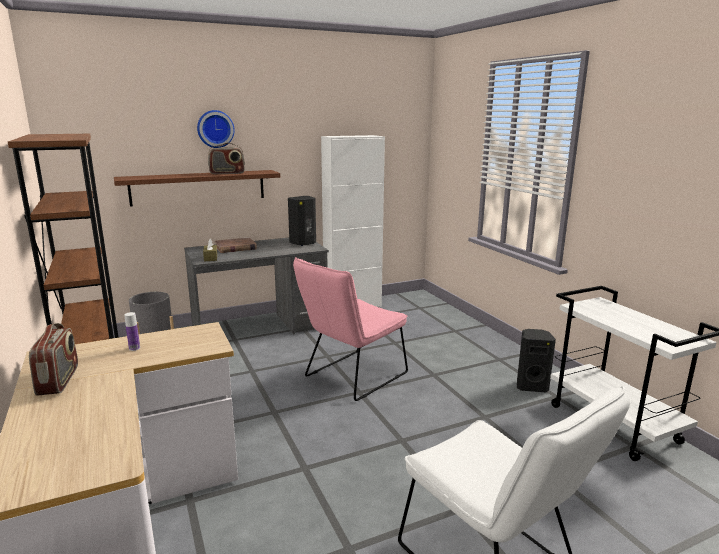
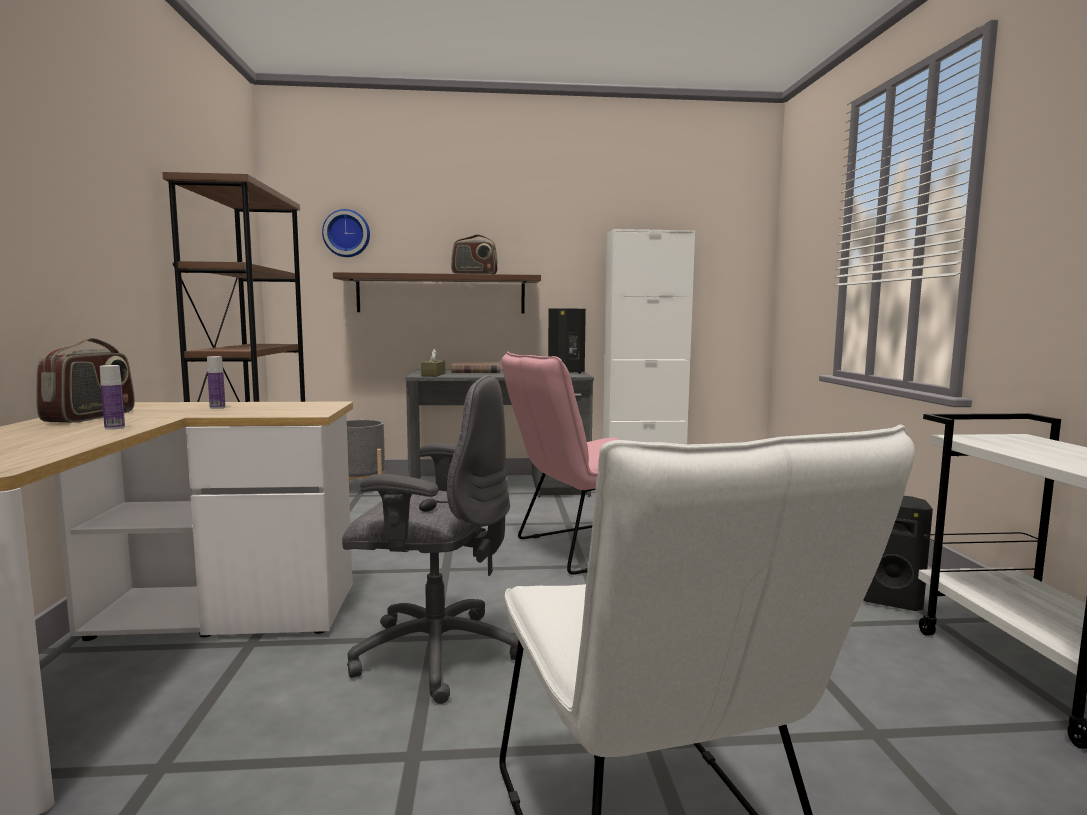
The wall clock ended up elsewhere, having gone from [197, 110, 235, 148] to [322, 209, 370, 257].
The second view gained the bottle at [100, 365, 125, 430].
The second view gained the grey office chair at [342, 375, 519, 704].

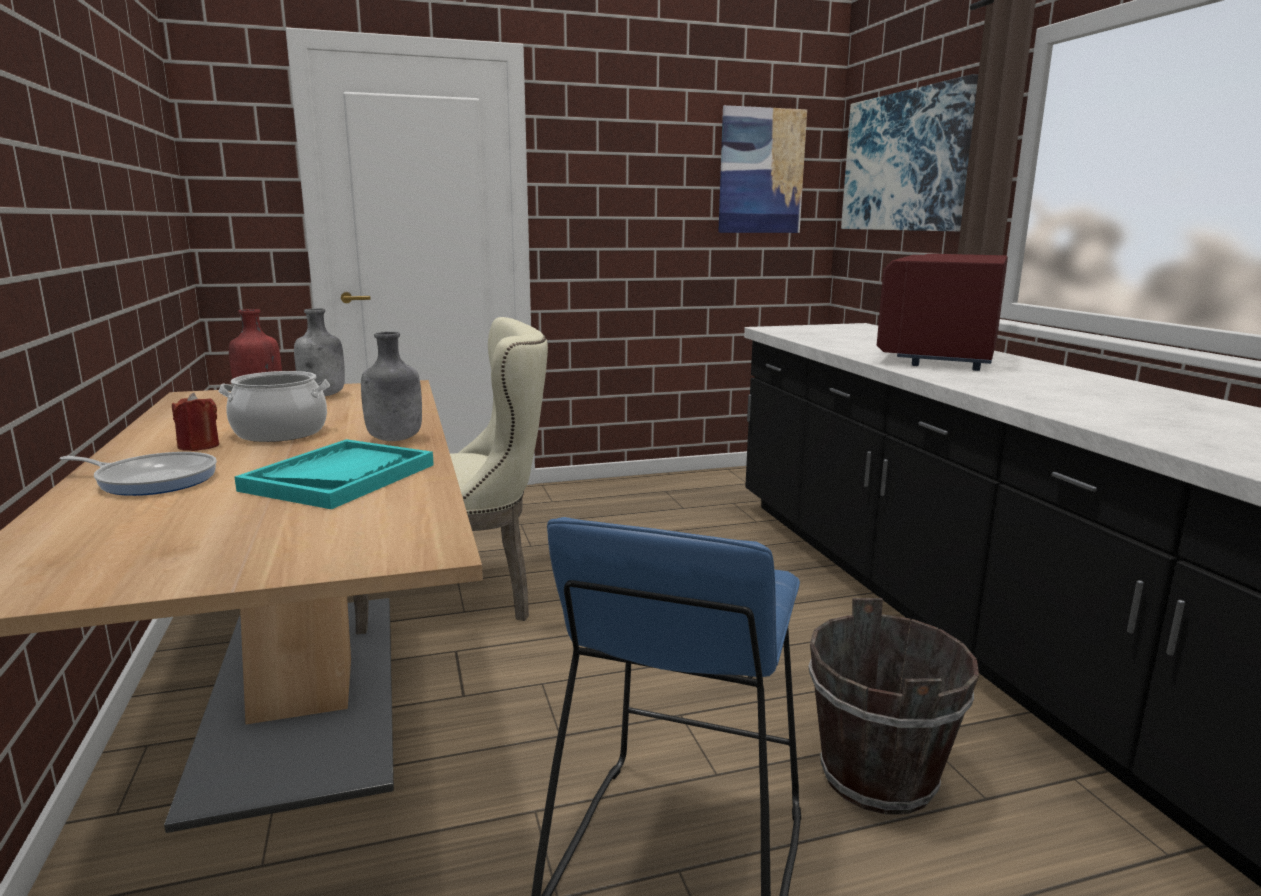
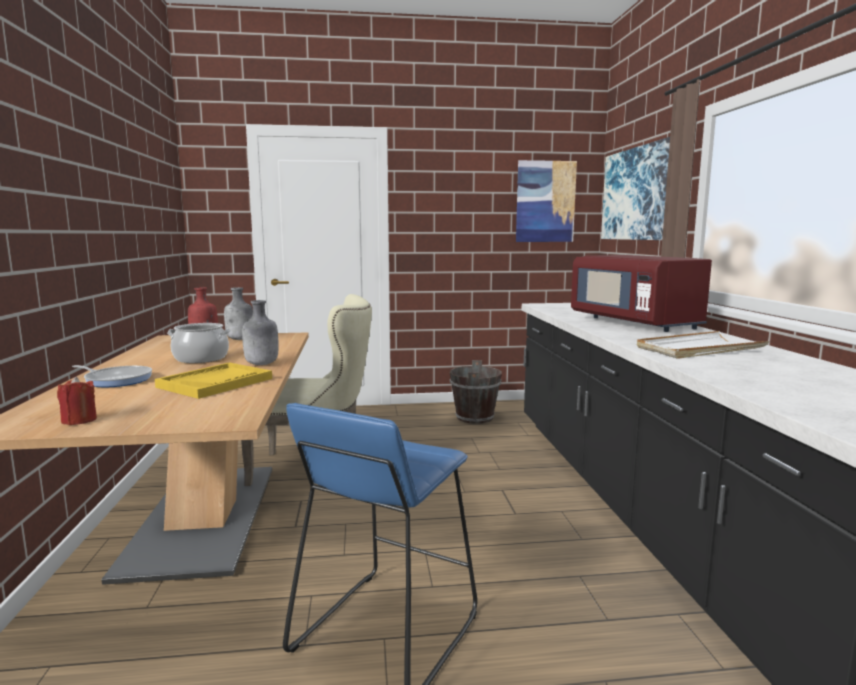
The red microwave at [877, 254, 1008, 371] ended up facing another way, 60 degrees counterclockwise from before.
The red candle ended up elsewhere, having gone from [172, 393, 219, 451] to [57, 376, 97, 425].
What was the turquoise tray at [235, 439, 434, 509] turned into the yellow tray at [155, 362, 272, 399].
The brown bucket ended up elsewhere, having gone from [808, 598, 979, 815] to [450, 360, 502, 424].
The second view gained the white tray at [637, 331, 769, 359].

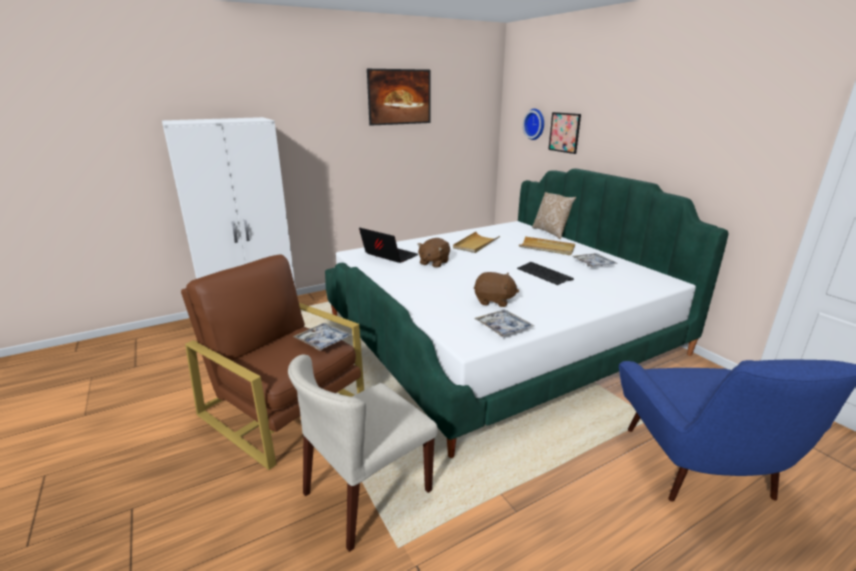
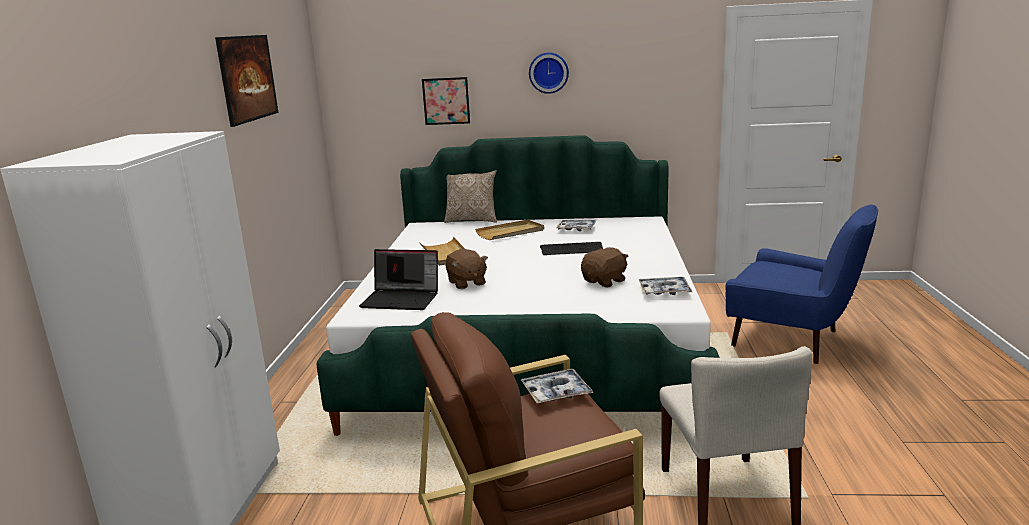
The wall clock ended up elsewhere, having gone from [523, 109, 544, 140] to [529, 52, 569, 94].
The laptop at [359, 228, 418, 263] ended up facing another way, 150 degrees counterclockwise from before.

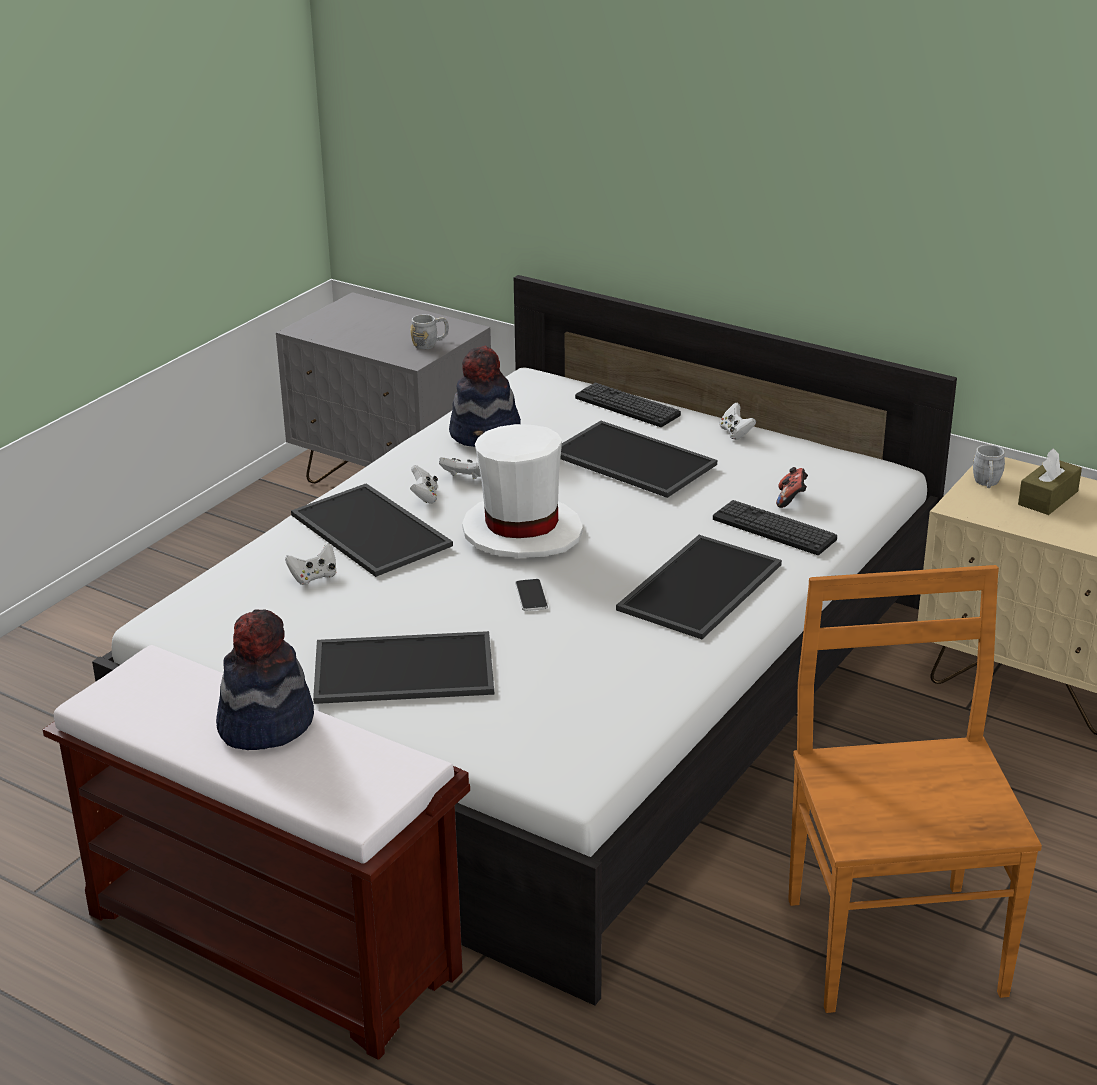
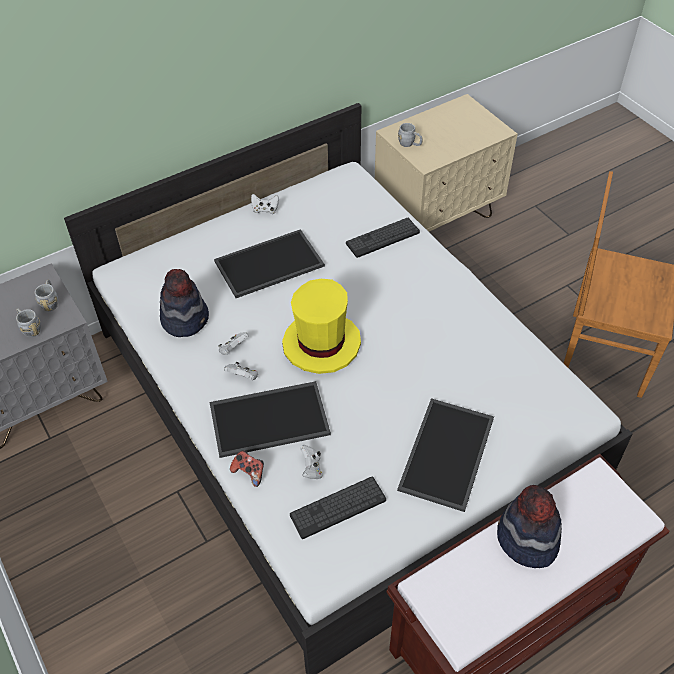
The keyboard ended up elsewhere, having gone from [575, 383, 681, 427] to [290, 477, 386, 539].
What was the white hat at [462, 424, 583, 558] turned into the yellow hat at [282, 279, 361, 374].
The second view lost the brown tissue box at [1018, 448, 1082, 515].
The game controller ended up elsewhere, having gone from [776, 467, 808, 508] to [230, 450, 264, 487].
The second view lost the tray at [616, 535, 782, 639].
The second view lost the phone at [515, 579, 548, 611].
The second view gained the grey mug at [16, 308, 41, 337].

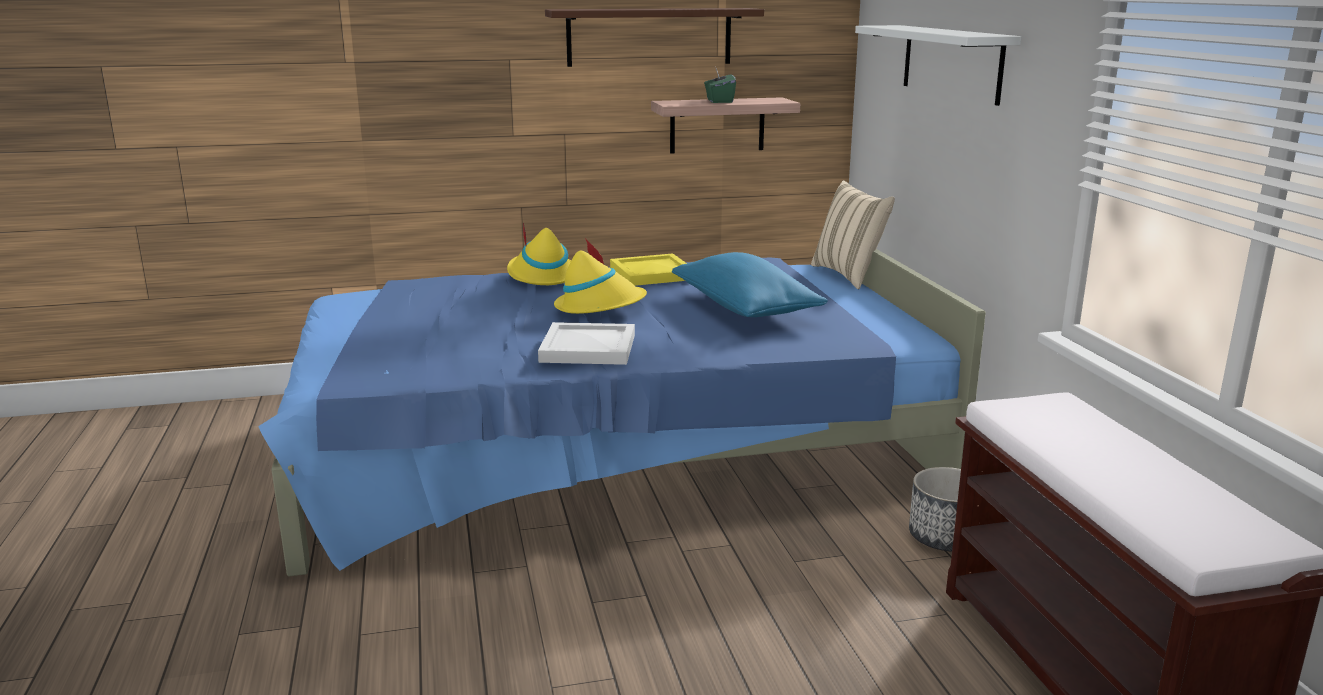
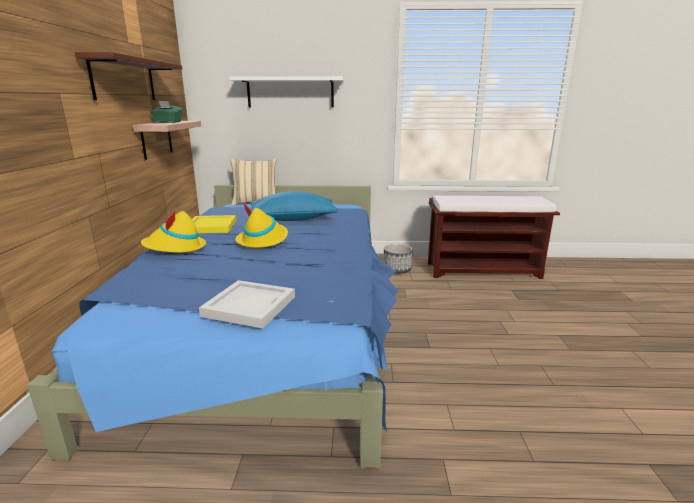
The white tray ended up elsewhere, having gone from [538, 322, 635, 365] to [199, 280, 295, 328].

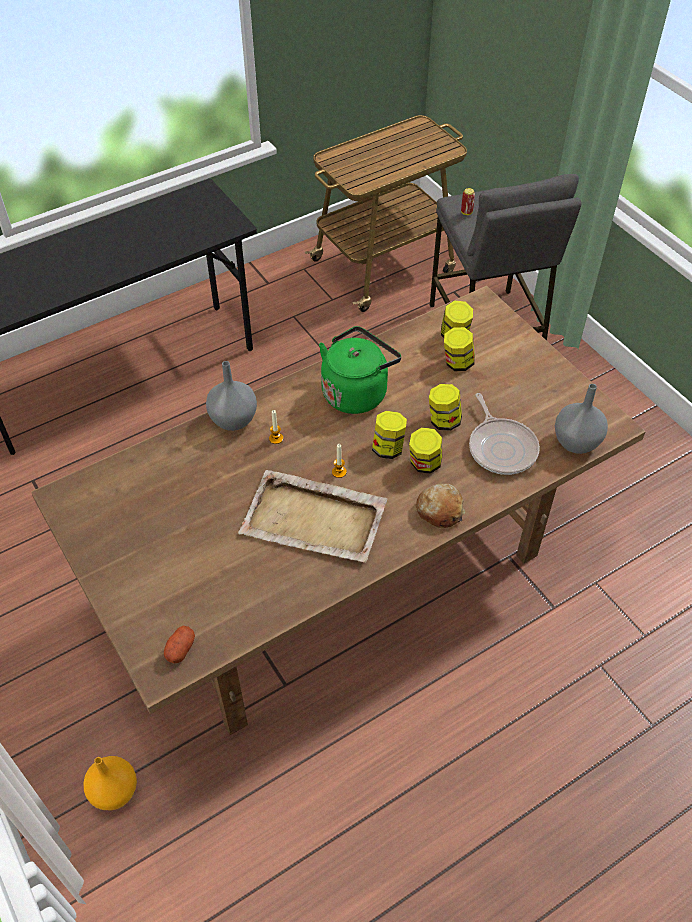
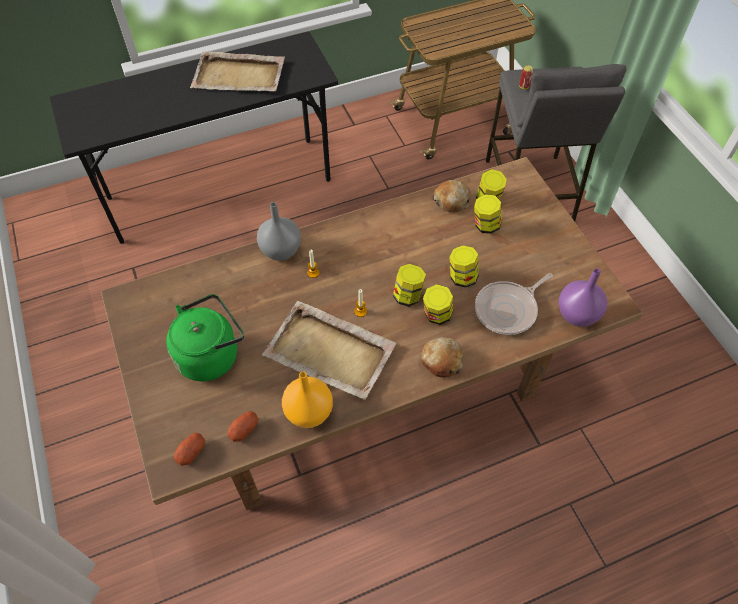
The green kettle ended up elsewhere, having gone from [319, 326, 401, 414] to [166, 294, 244, 381].
What was the grey vase at [555, 384, 608, 454] turned into the purple vase at [559, 268, 607, 327].
The frying pan at [469, 393, 540, 475] ended up facing another way, 60 degrees clockwise from before.
The orange vase ended up elsewhere, having gone from [84, 756, 137, 810] to [282, 371, 333, 428].
The second view gained the beige tray at [190, 52, 285, 91].
The second view gained the bread at [432, 180, 470, 213].
The second view gained the potato at [227, 411, 258, 442].

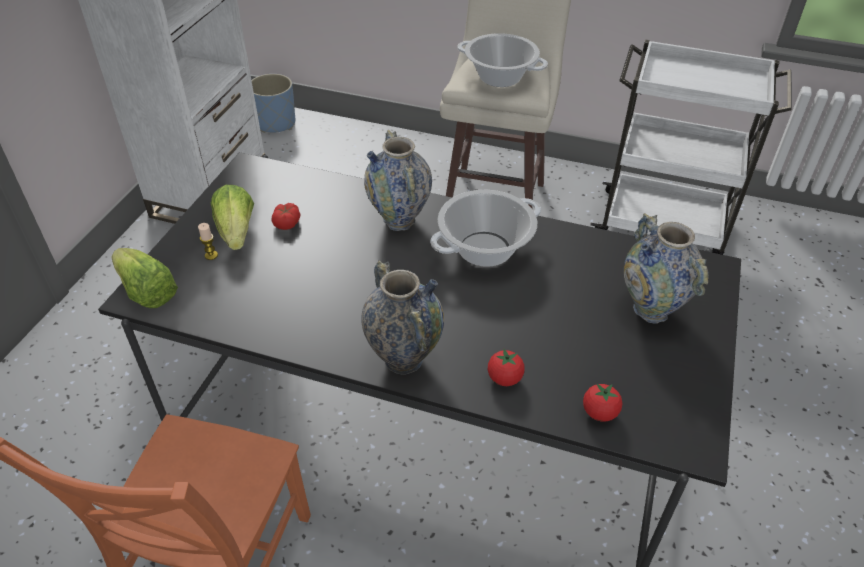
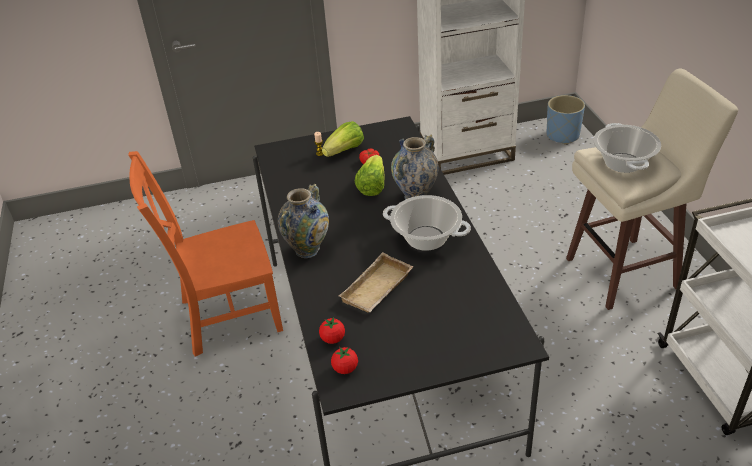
The second view lost the vase at [624, 213, 709, 324].
The lettuce ended up elsewhere, having gone from [112, 248, 178, 308] to [355, 155, 384, 196].
The tomato ended up elsewhere, having gone from [488, 349, 525, 386] to [331, 347, 358, 374].
The second view gained the beige tray at [339, 252, 413, 313].

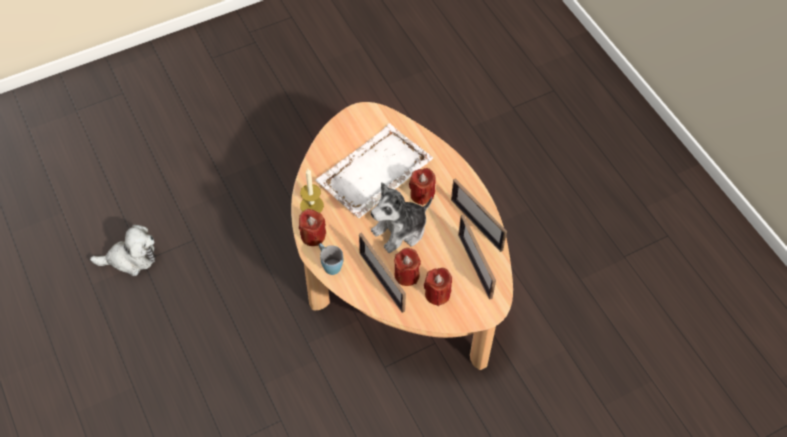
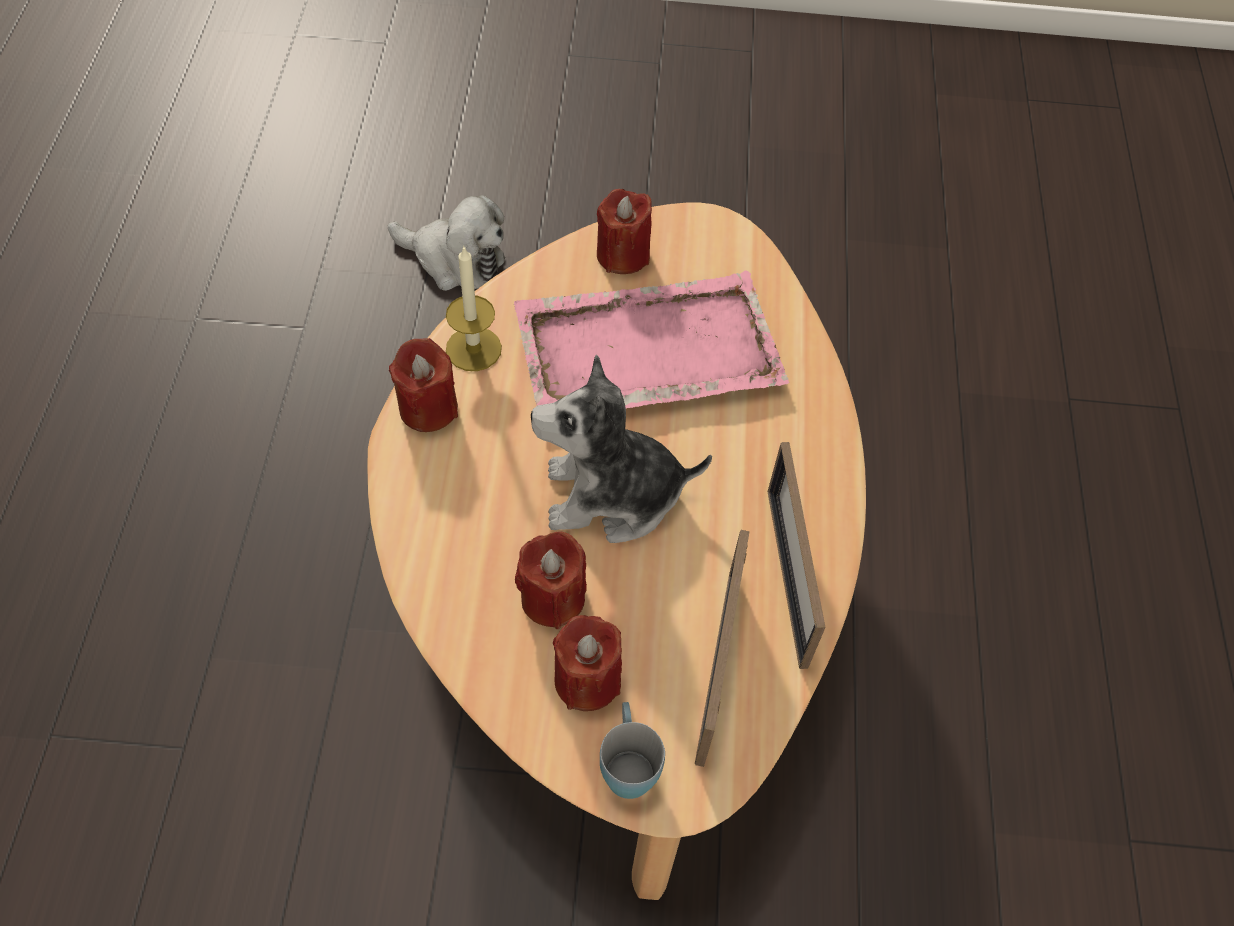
What was the white tray at [315, 123, 433, 218] turned into the pink tray at [514, 270, 789, 408].
The red candle ended up elsewhere, having gone from [409, 168, 436, 205] to [597, 189, 652, 274].
The plush toy ended up elsewhere, having gone from [90, 225, 155, 276] to [388, 195, 505, 291].
The second view lost the picture frame at [359, 233, 406, 313].
The blue mug ended up elsewhere, having gone from [319, 243, 343, 275] to [600, 702, 665, 799].

